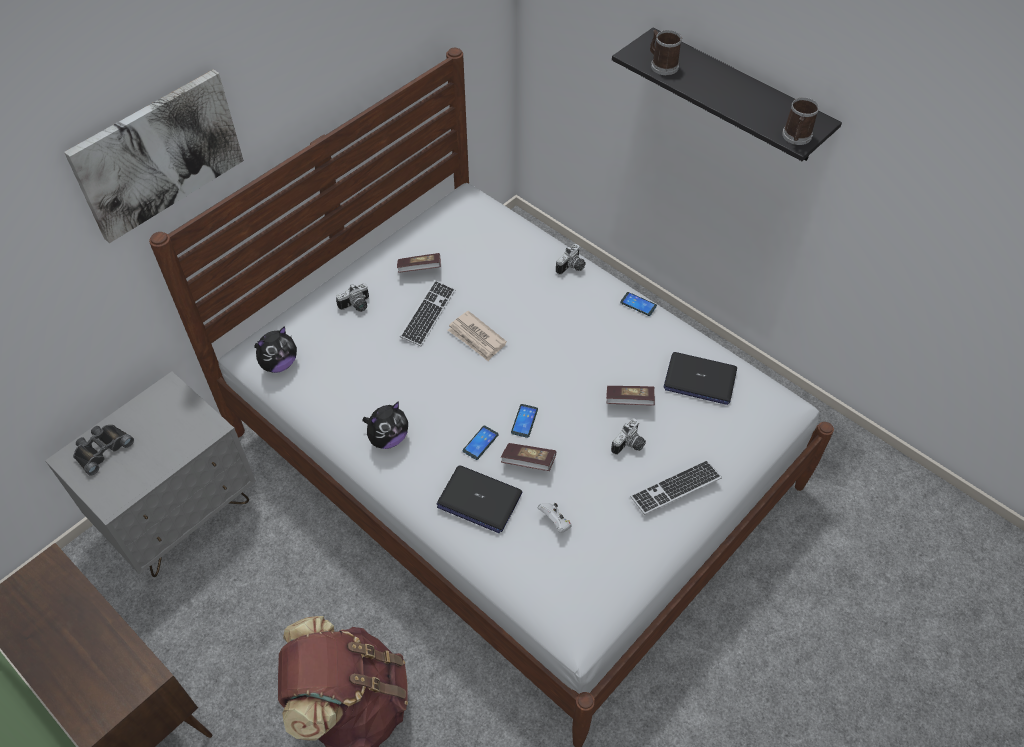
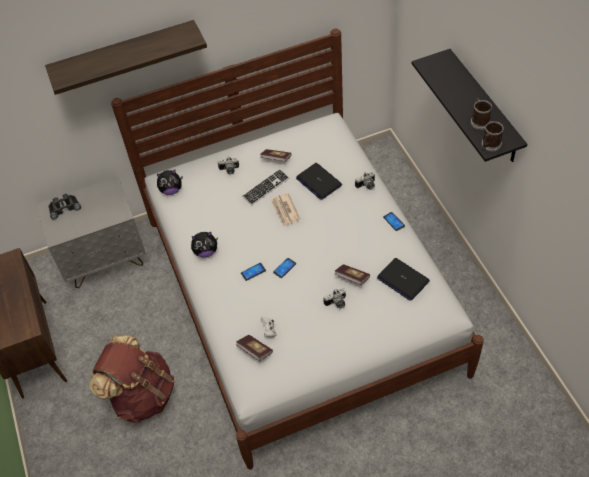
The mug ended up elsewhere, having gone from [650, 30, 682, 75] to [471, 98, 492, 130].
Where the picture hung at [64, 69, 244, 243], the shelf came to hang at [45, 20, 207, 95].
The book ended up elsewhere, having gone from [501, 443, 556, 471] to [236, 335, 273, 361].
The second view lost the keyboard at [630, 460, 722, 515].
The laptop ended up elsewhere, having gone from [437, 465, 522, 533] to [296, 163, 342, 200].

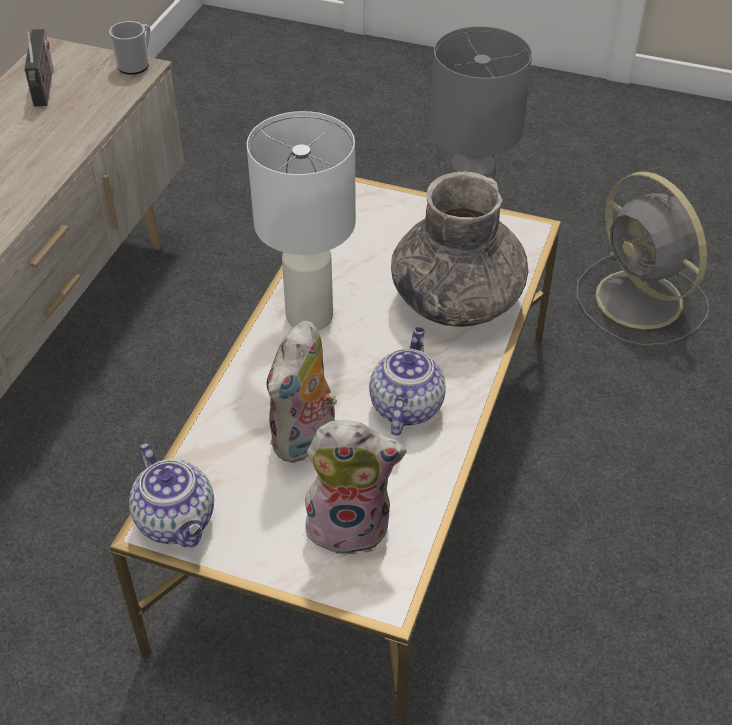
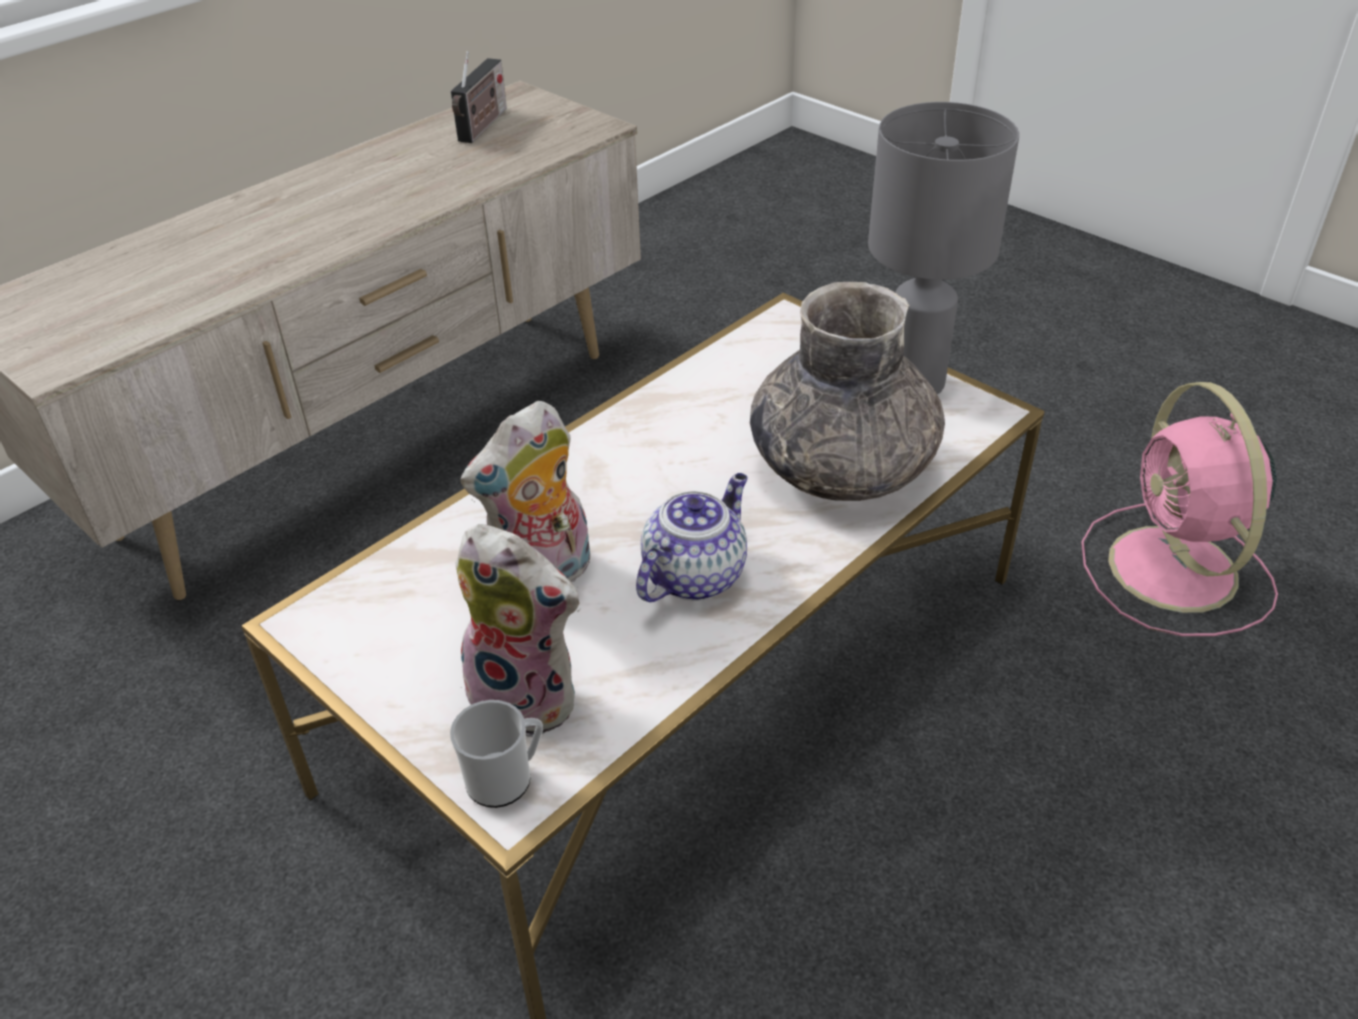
The mug ended up elsewhere, having gone from [109, 21, 150, 75] to [450, 700, 543, 808].
The second view lost the white table lamp at [247, 111, 356, 331].
What was the grey fan at [576, 172, 709, 346] turned into the pink fan at [1081, 382, 1278, 636].
The second view lost the teapot at [129, 443, 214, 548].

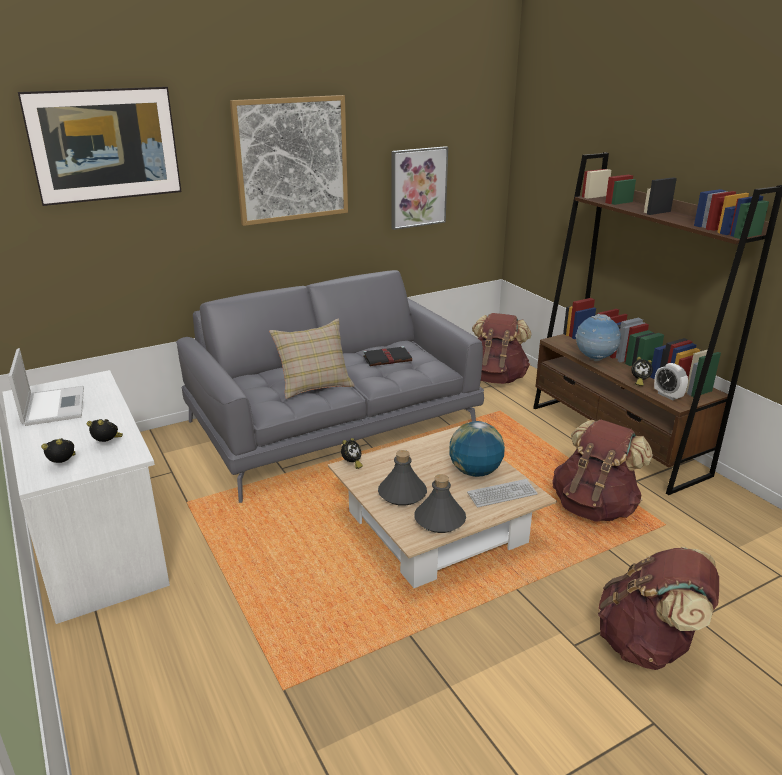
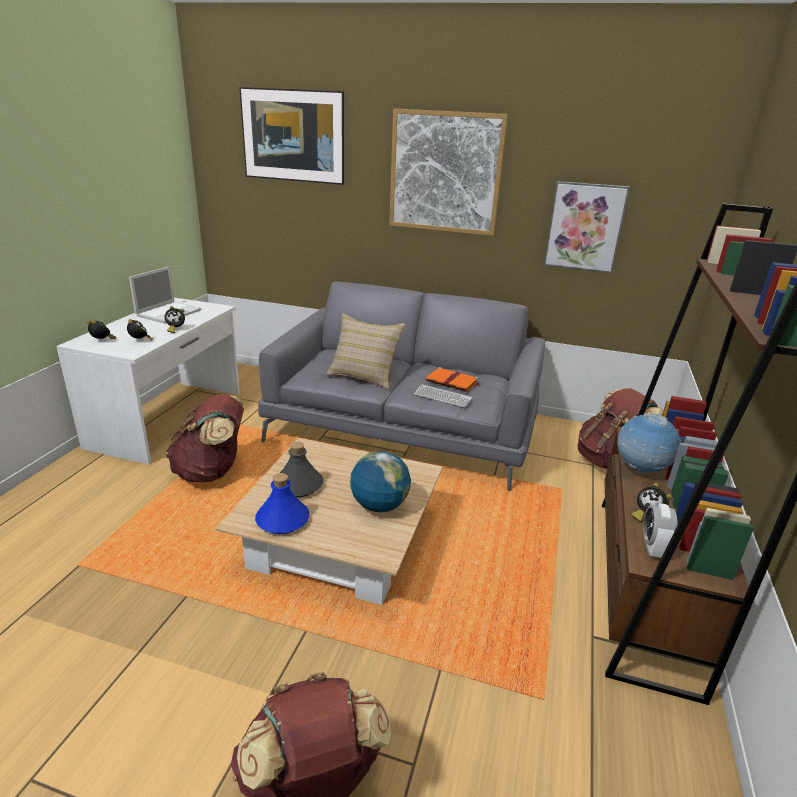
What was the black book at [363, 346, 412, 366] turned into the orange book at [426, 367, 479, 392].
The brown backpack ended up elsewhere, having gone from [552, 419, 653, 522] to [166, 394, 244, 482].
The alarm clock ended up elsewhere, having gone from [341, 438, 363, 469] to [164, 306, 185, 333].
What was the grey bottle at [414, 474, 466, 533] turned into the blue bottle at [255, 473, 309, 534].
The keyboard ended up elsewhere, having gone from [467, 479, 538, 507] to [413, 385, 473, 408].

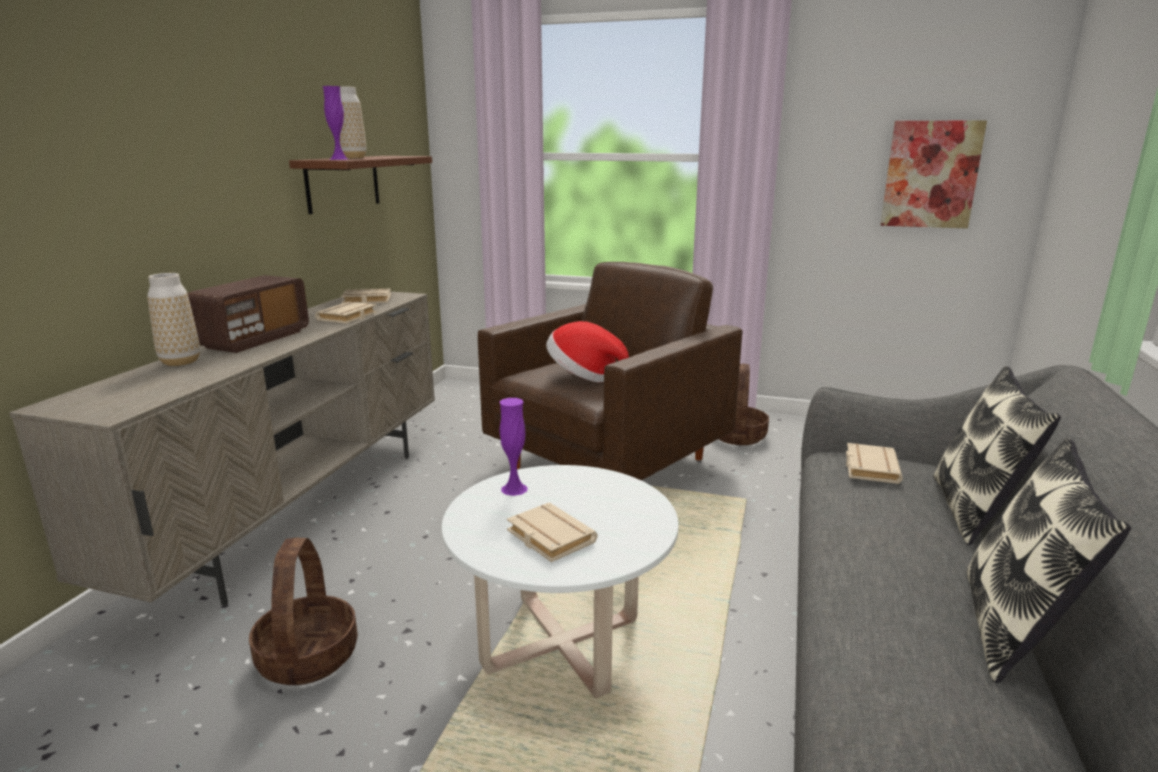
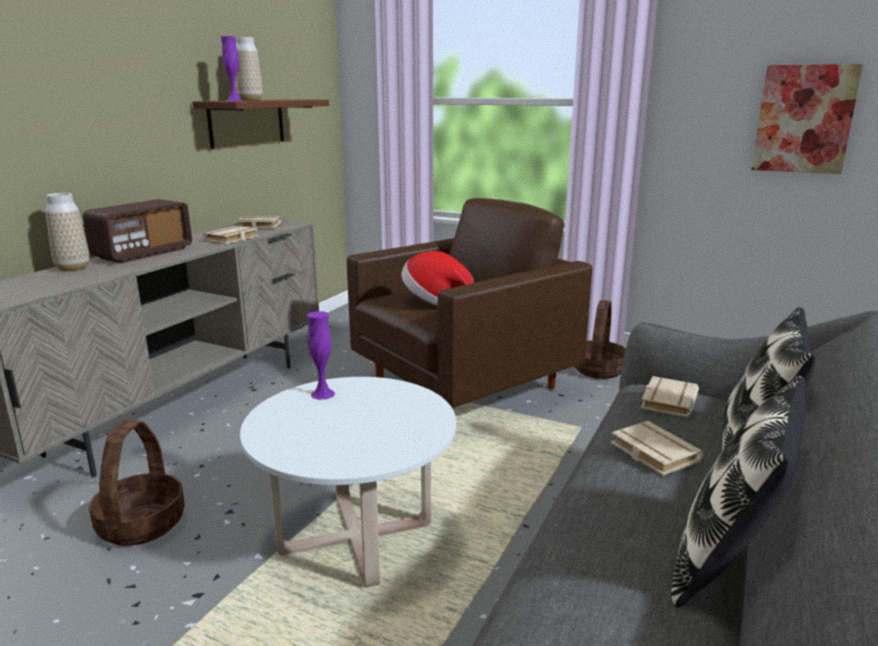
The beige book ended up elsewhere, having gone from [507, 502, 597, 562] to [611, 421, 703, 476].

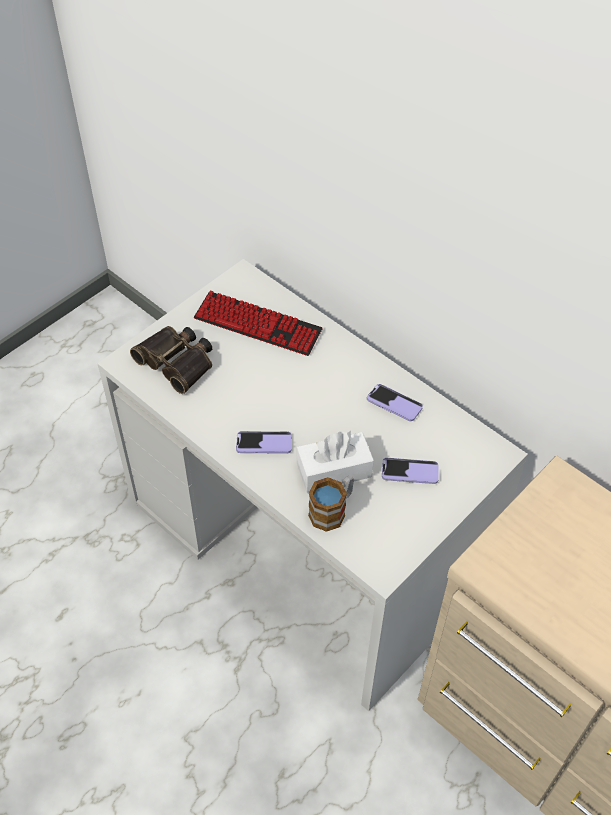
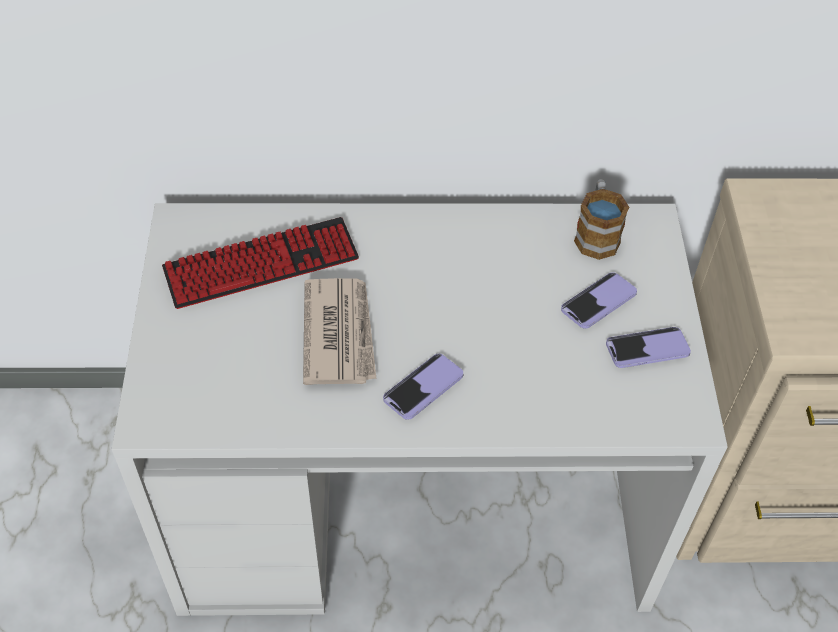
The second view lost the binoculars at [130, 326, 212, 394].
The phone ended up elsewhere, having gone from [367, 384, 423, 421] to [606, 327, 691, 368].
The second view lost the white tissue box at [297, 431, 374, 493].
The mug ended up elsewhere, having gone from [308, 475, 354, 532] to [574, 179, 629, 260].
The second view gained the newspaper at [303, 278, 377, 385].

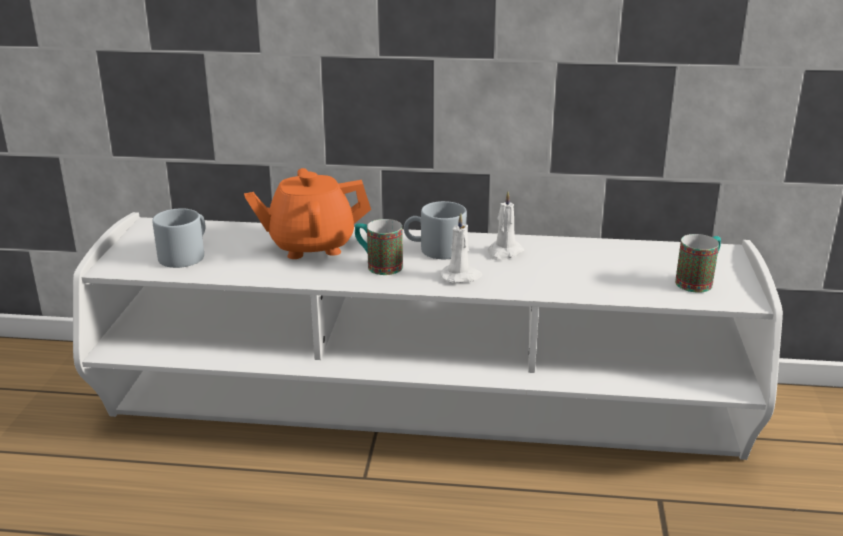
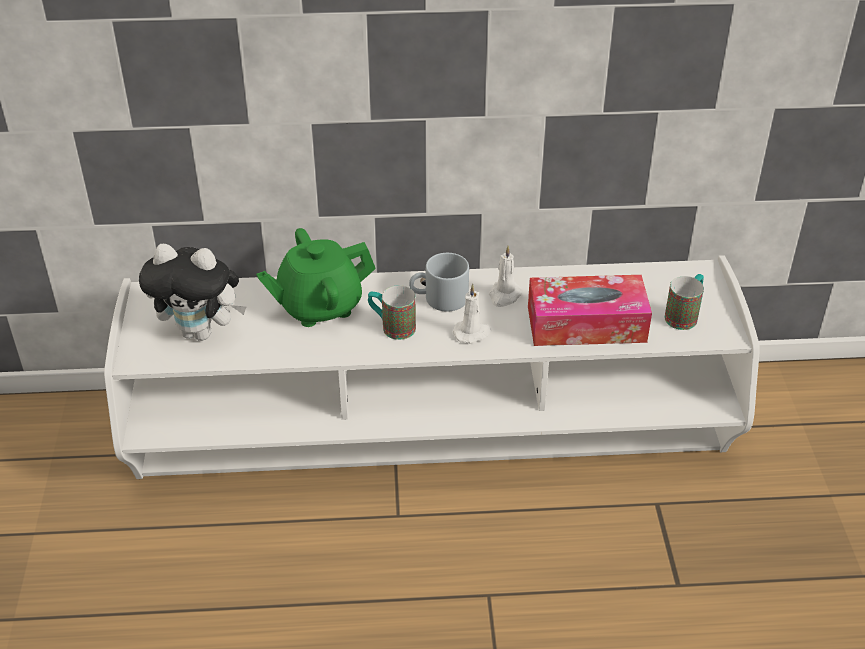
What was the orange teapot at [244, 168, 371, 259] turned into the green teapot at [256, 228, 376, 327].
Where the grey mug stood at [152, 208, 205, 268], the plush toy came to stand at [139, 244, 246, 341].
The second view gained the tissue box at [528, 275, 652, 346].

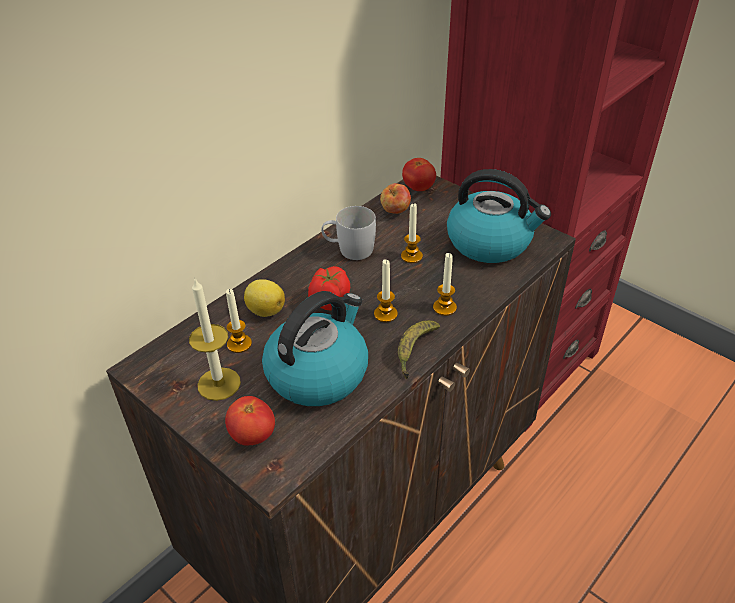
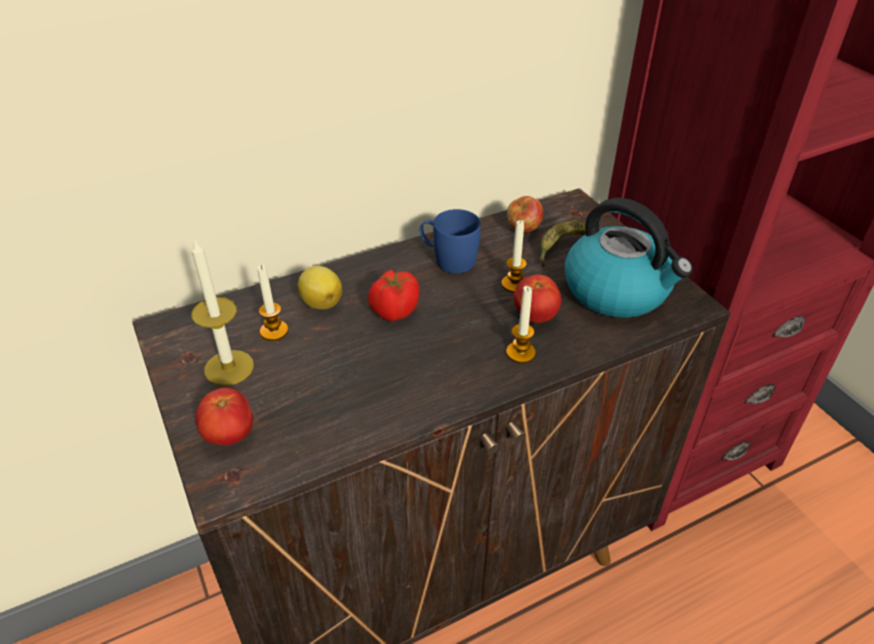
The tomato ended up elsewhere, having gone from [402, 158, 436, 191] to [514, 275, 562, 323].
What was the white mug at [321, 206, 376, 260] turned into the blue mug at [420, 209, 481, 274].
The second view lost the candle at [374, 259, 398, 322].
The second view lost the kettle at [262, 291, 368, 406].
The banana ended up elsewhere, having gone from [398, 320, 440, 379] to [540, 221, 586, 267].

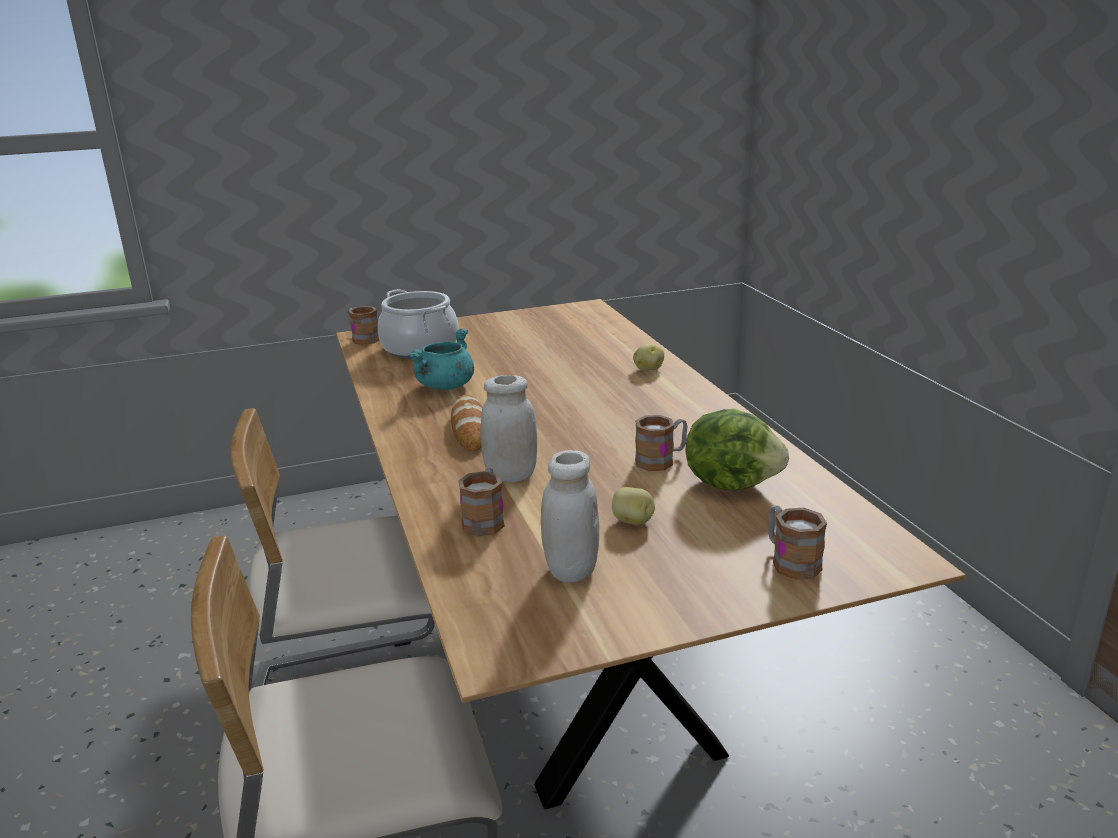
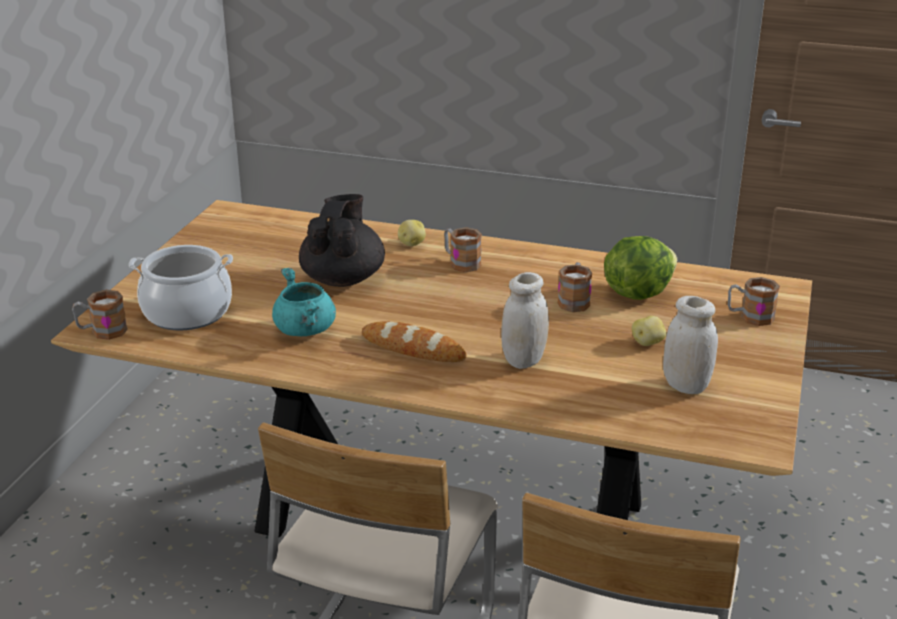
The mug ended up elsewhere, having gone from [458, 468, 505, 536] to [444, 227, 482, 272].
The second view gained the black teapot at [299, 194, 385, 287].

